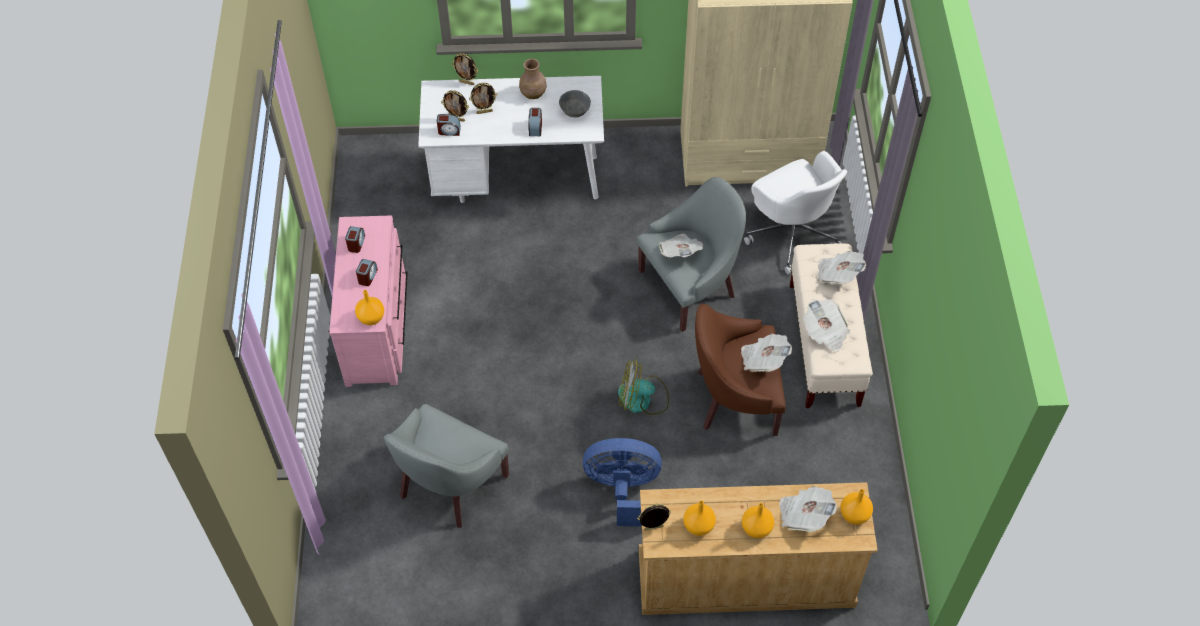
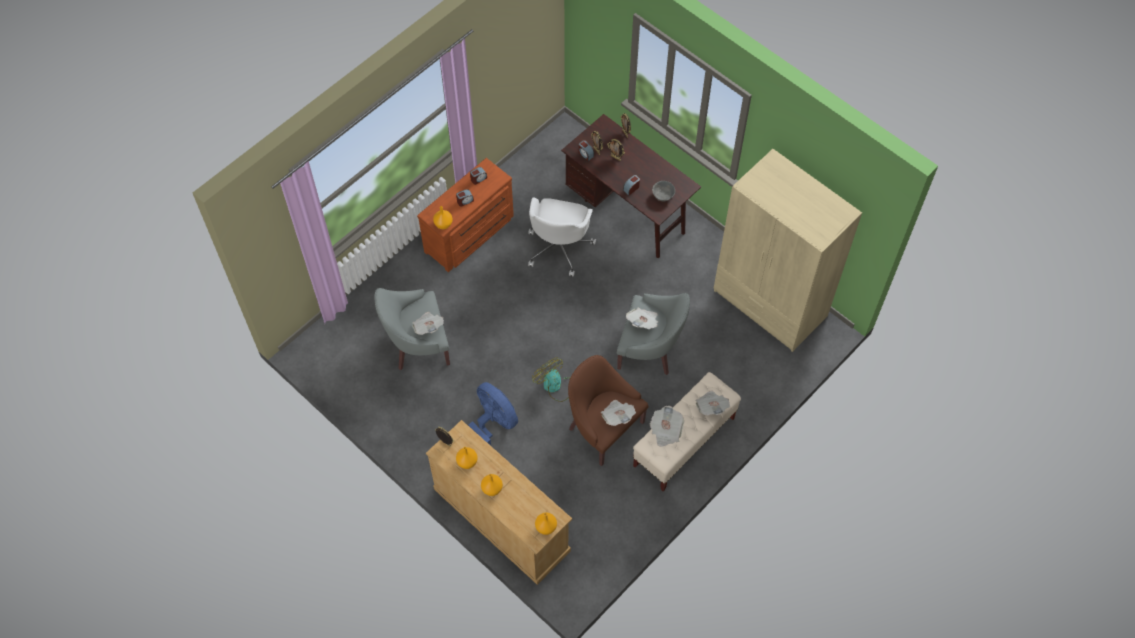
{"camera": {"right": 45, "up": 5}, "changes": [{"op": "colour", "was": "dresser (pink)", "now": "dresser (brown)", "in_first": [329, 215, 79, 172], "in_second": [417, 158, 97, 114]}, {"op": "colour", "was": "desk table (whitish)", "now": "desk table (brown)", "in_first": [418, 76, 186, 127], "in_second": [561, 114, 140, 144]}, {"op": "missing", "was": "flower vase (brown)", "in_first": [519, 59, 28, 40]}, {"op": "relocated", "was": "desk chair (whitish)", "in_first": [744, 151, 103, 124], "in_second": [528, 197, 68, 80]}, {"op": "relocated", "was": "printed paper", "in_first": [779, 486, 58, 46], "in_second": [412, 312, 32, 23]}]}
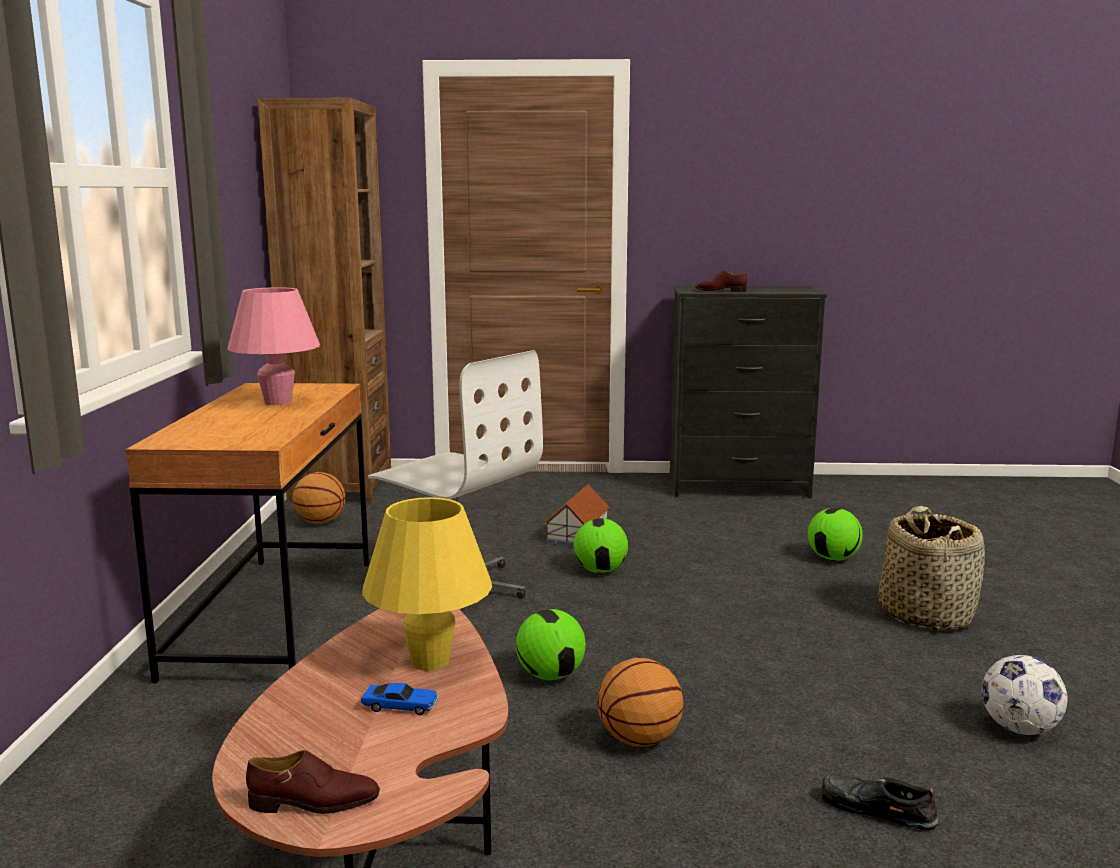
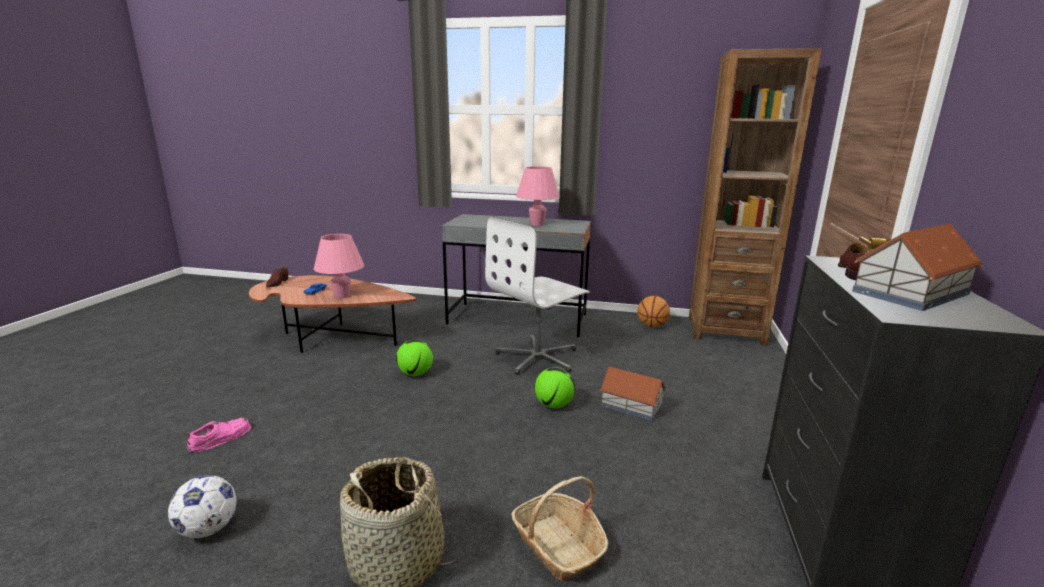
{"camera": {"right": 100, "up": 5}, "changes": [{"op": "colour", "was": "desk table (brown)", "now": "desk table (greyish)", "in_first": [125, 383, 244, 301], "in_second": [442, 214, 149, 123]}, {"op": "colour", "was": "table lamp (yellowish)", "now": "table lamp (pink)", "in_first": [362, 497, 130, 174], "in_second": [313, 234, 51, 64]}, {"op": "missing", "was": "ball for basketball", "in_first": [597, 658, 87, 89]}, {"op": "exchanged", "was": "football ball", "now": "household basket", "in_first": [808, 508, 55, 53], "in_second": [511, 476, 97, 105]}, {"op": "colour", "was": "low shoe (black-coloured)", "now": "low shoe (pink)", "in_first": [822, 775, 117, 55], "in_second": [186, 417, 66, 35]}, {"op": "appeared", "now": "miniature house", "in_second": [852, 223, 131, 88]}]}
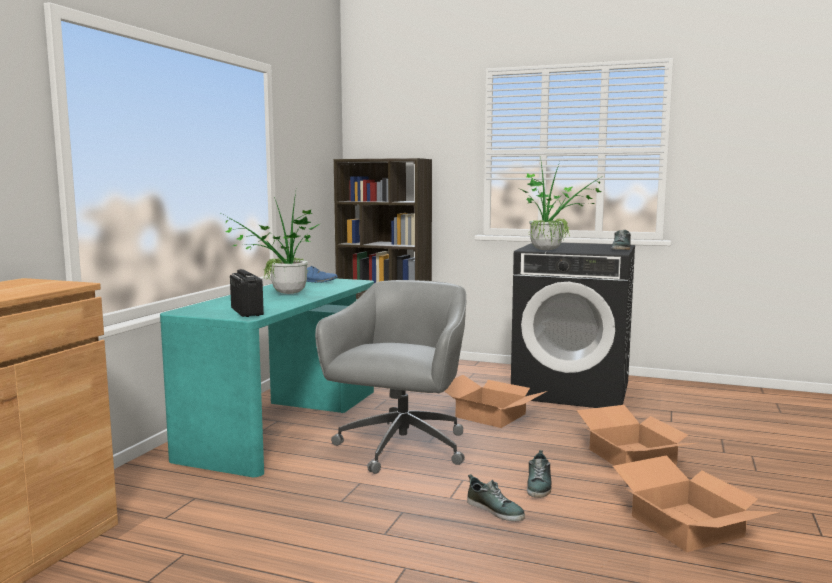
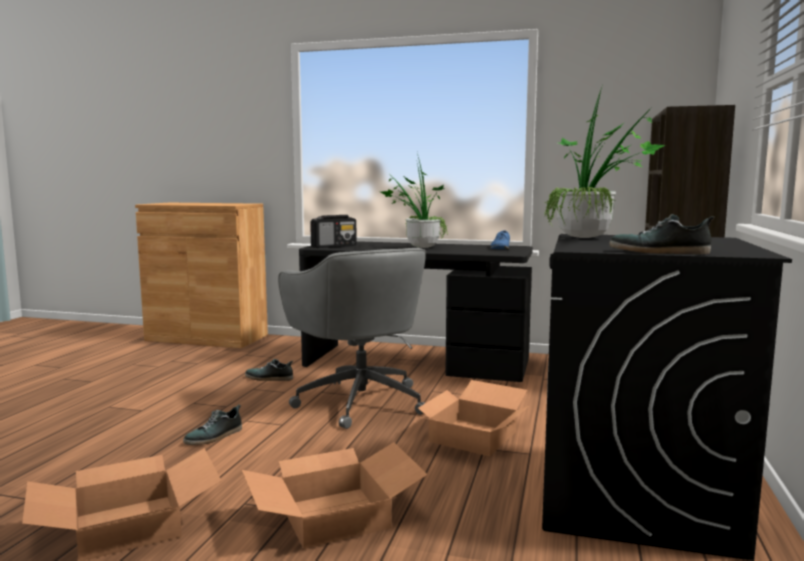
{"camera": {"right": 85, "up": 0}, "changes": [{"op": "colour", "was": "desk table (turquoise)", "now": "desk table (black-coloured)", "in_first": [160, 279, 214, 198], "in_second": [299, 241, 234, 141]}, {"op": "spun", "was": "desk chair (greyish)", "in_first": [315, 280, 151, 194], "in_second": [278, 248, 148, 181], "clockwise": 45}, {"op": "relocated", "was": "low shoe", "in_first": [527, 450, 25, 48], "in_second": [245, 359, 48, 22]}]}
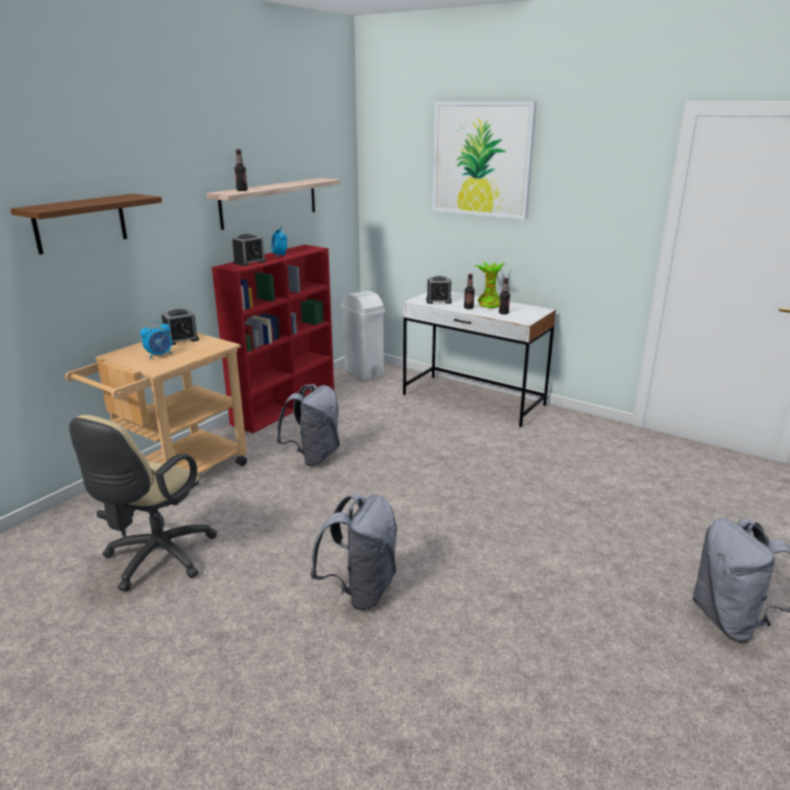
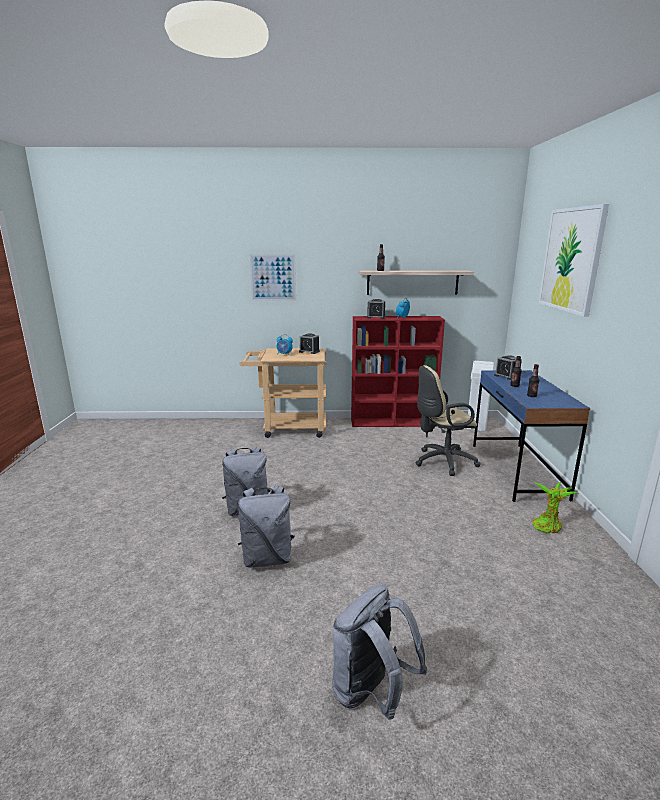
{"camera": {"right": 55, "up": -5}, "changes": [{"op": "exchanged", "was": "wall shelf (brown)", "now": "picture", "in_first": [11, 194, 151, 61], "in_second": [249, 254, 47, 47]}, {"op": "relocated", "was": "desk chair (sand-coloured)", "in_first": [69, 415, 148, 177], "in_second": [415, 365, 65, 111]}, {"op": "relocated", "was": "knapsack (greyish)", "in_first": [276, 384, 64, 82], "in_second": [238, 485, 57, 83]}, {"op": "colour", "was": "desk table (whitish)", "now": "desk table (blue-coloured)", "in_first": [403, 292, 153, 135], "in_second": [473, 370, 117, 132]}, {"op": "relocated", "was": "plant in a pot", "in_first": [475, 262, 30, 46], "in_second": [532, 482, 47, 51]}]}
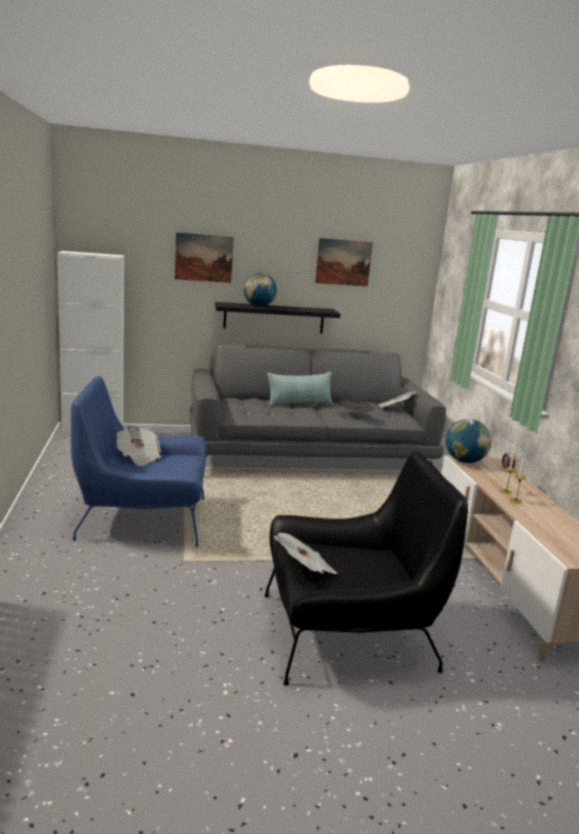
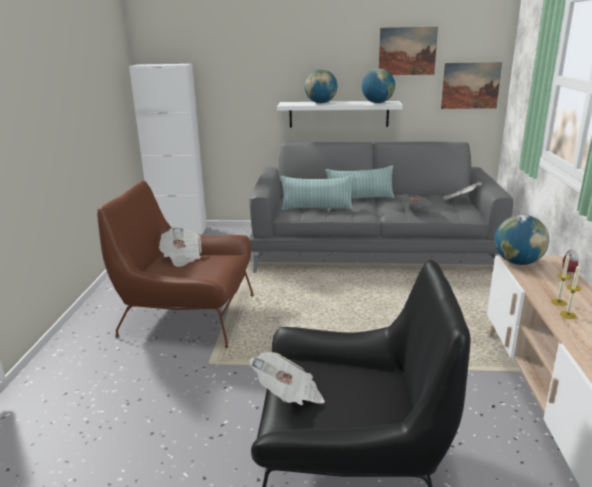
{"camera": {"right": 15, "up": 5}, "changes": [{"op": "colour", "was": "lounge chair (blue-coloured)", "now": "lounge chair (brown)", "in_first": [71, 376, 136, 171], "in_second": [97, 180, 157, 168]}, {"op": "relocated", "was": "picture", "in_first": [175, 232, 59, 51], "in_second": [441, 62, 61, 47]}, {"op": "colour", "was": "wall shelf (black-coloured)", "now": "wall shelf (whitish)", "in_first": [215, 302, 126, 32], "in_second": [277, 101, 126, 27]}, {"op": "appeared", "now": "cushion", "in_second": [281, 175, 73, 35]}, {"op": "appeared", "now": "world globe", "in_second": [362, 69, 33, 34]}]}
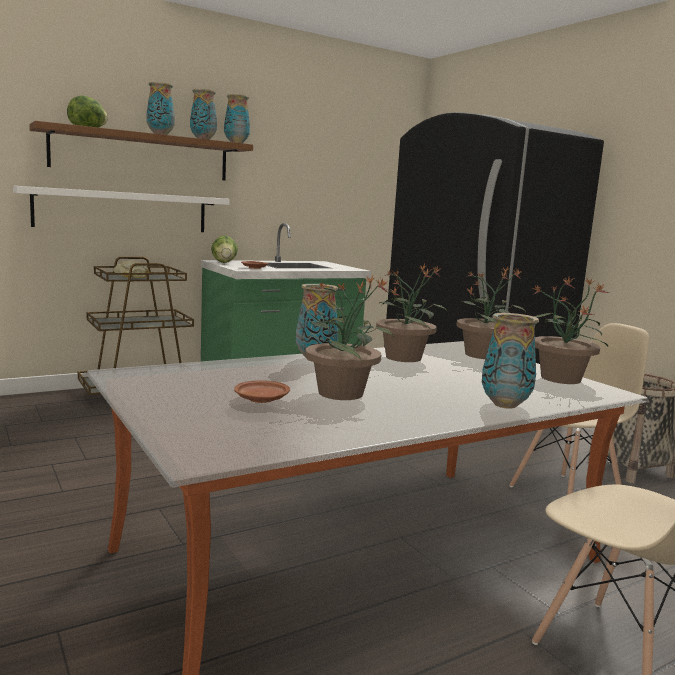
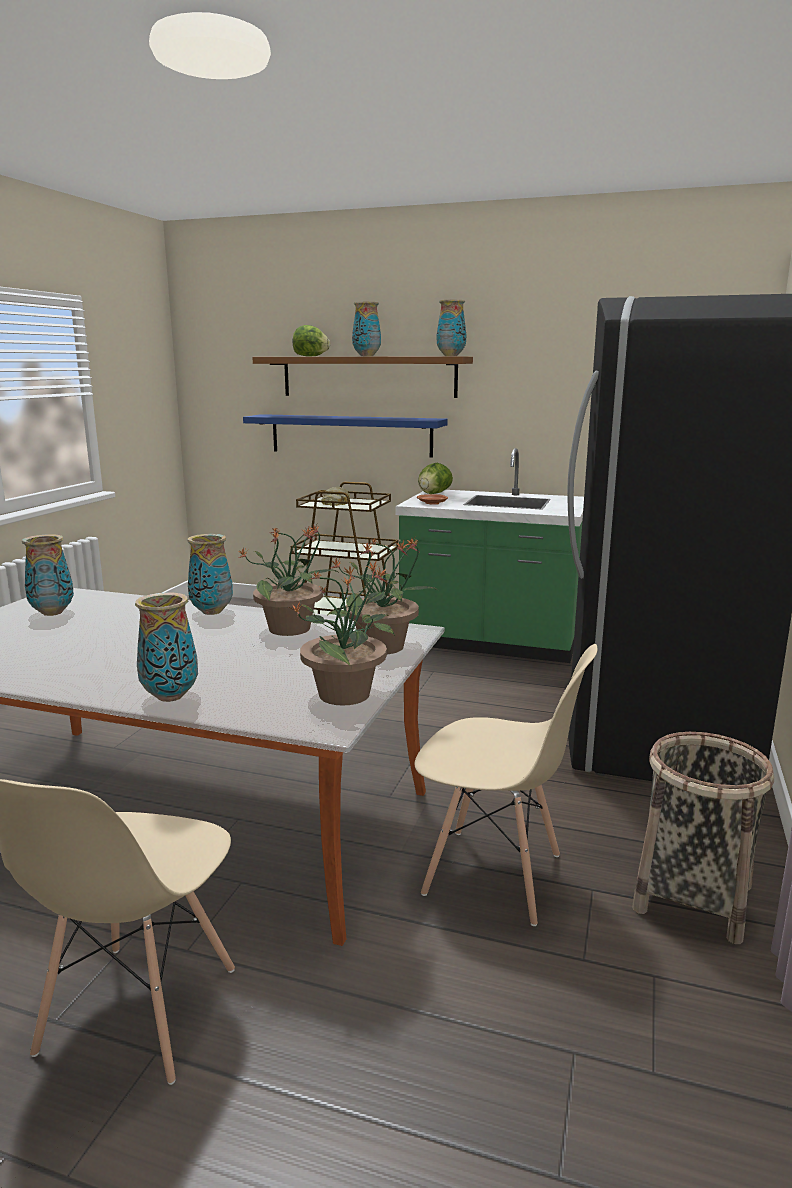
{"camera": {"right": 50, "up": 5}, "changes": [{"op": "colour", "was": "wall shelf (whitish)", "now": "wall shelf (blue-coloured)", "in_first": [13, 186, 217, 46], "in_second": [243, 414, 205, 44]}, {"op": "relocated", "was": "flower vase", "in_first": [190, 89, 27, 51], "in_second": [22, 534, 52, 82]}, {"op": "missing", "was": "plate (brown)", "in_first": [234, 380, 56, 23]}, {"op": "missing", "was": "plant in a pot", "in_first": [305, 276, 89, 124]}]}
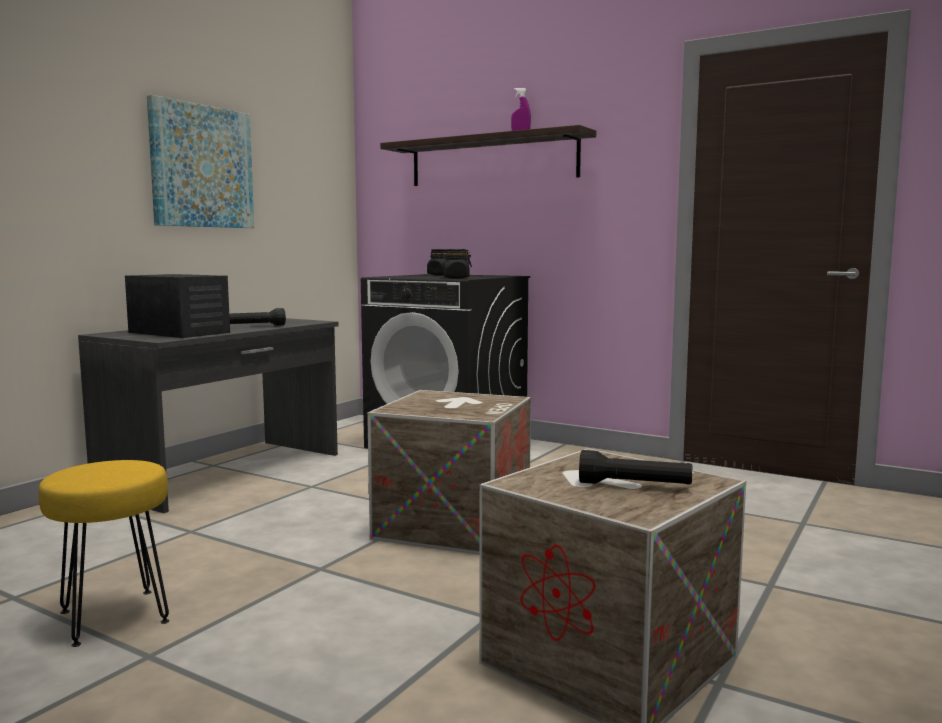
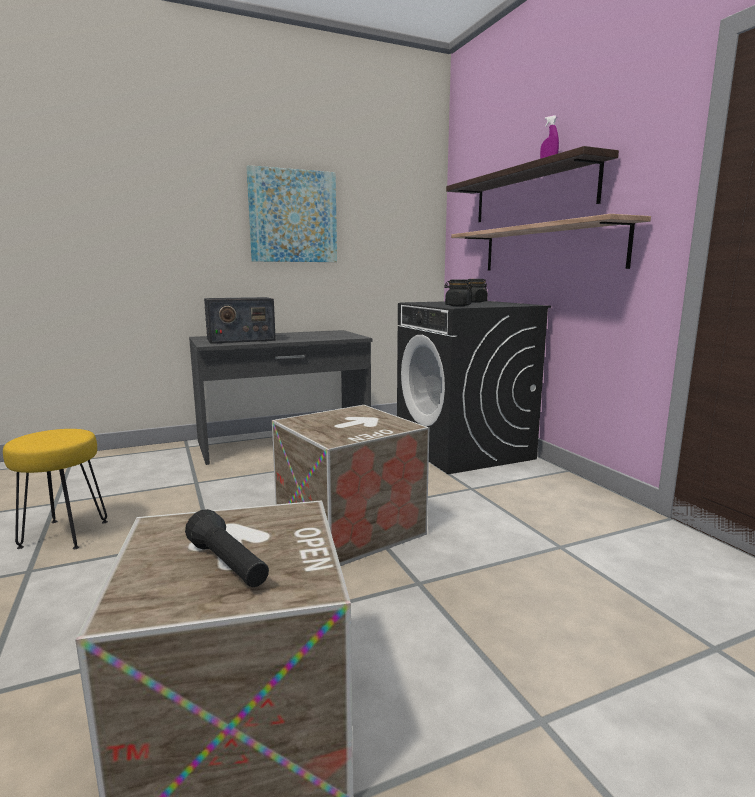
{"camera": {"right": 35, "up": 5}, "changes": [{"op": "spun", "was": "radio set", "in_first": [125, 274, 105, 64], "in_second": [204, 297, 72, 47], "clockwise": 90}, {"op": "missing", "was": "torch (black-coloured)", "in_first": [229, 308, 57, 18]}, {"op": "appeared", "now": "wall shelf", "in_second": [451, 214, 200, 56]}]}
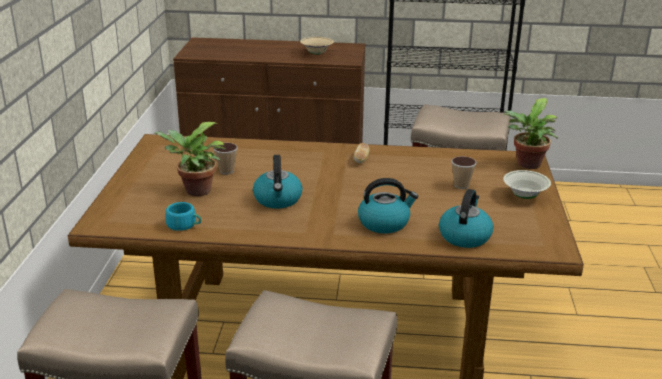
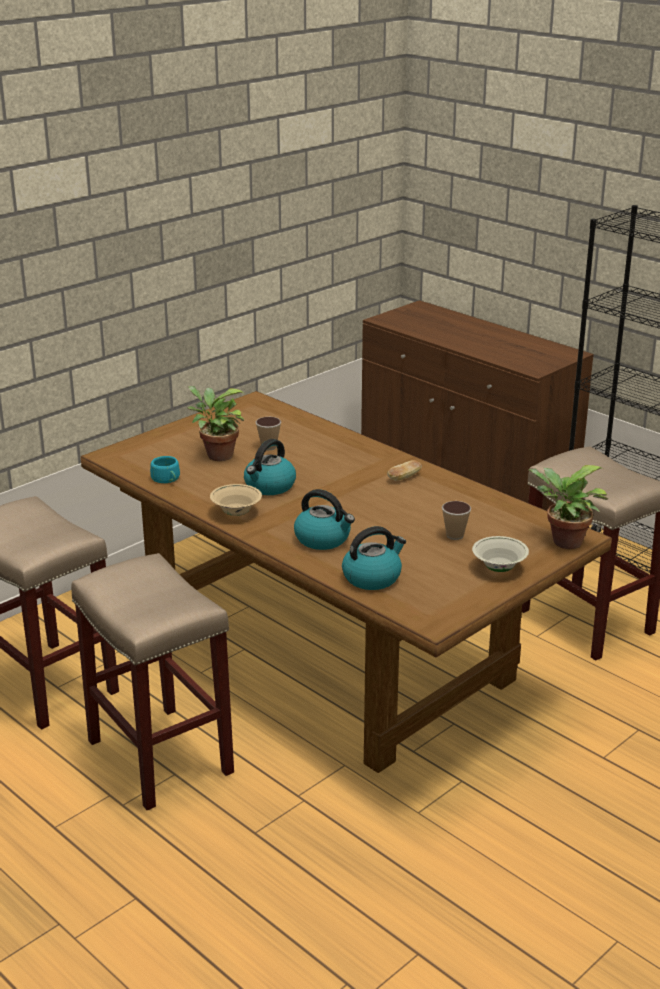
{"camera": {"right": 40, "up": 0}, "changes": [{"op": "relocated", "was": "bowl (sand-coloured)", "in_first": [300, 37, 34, 18], "in_second": [210, 484, 52, 32]}]}
